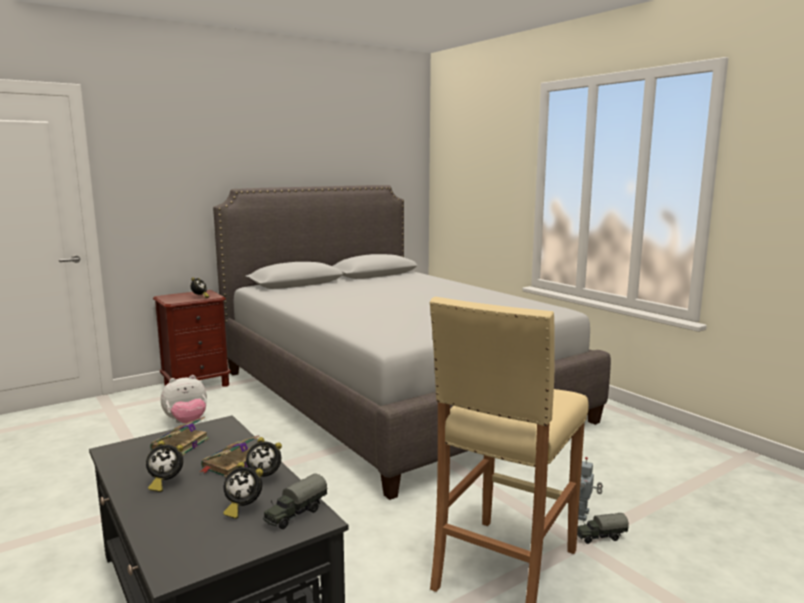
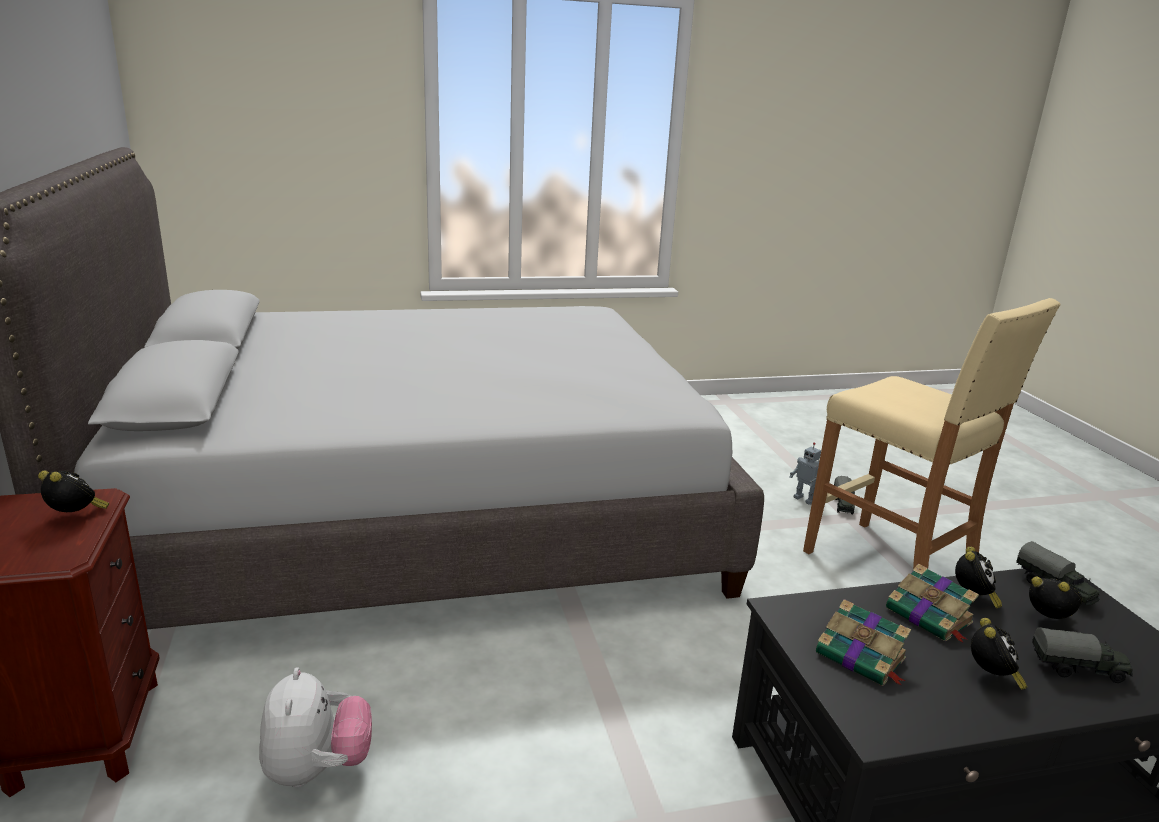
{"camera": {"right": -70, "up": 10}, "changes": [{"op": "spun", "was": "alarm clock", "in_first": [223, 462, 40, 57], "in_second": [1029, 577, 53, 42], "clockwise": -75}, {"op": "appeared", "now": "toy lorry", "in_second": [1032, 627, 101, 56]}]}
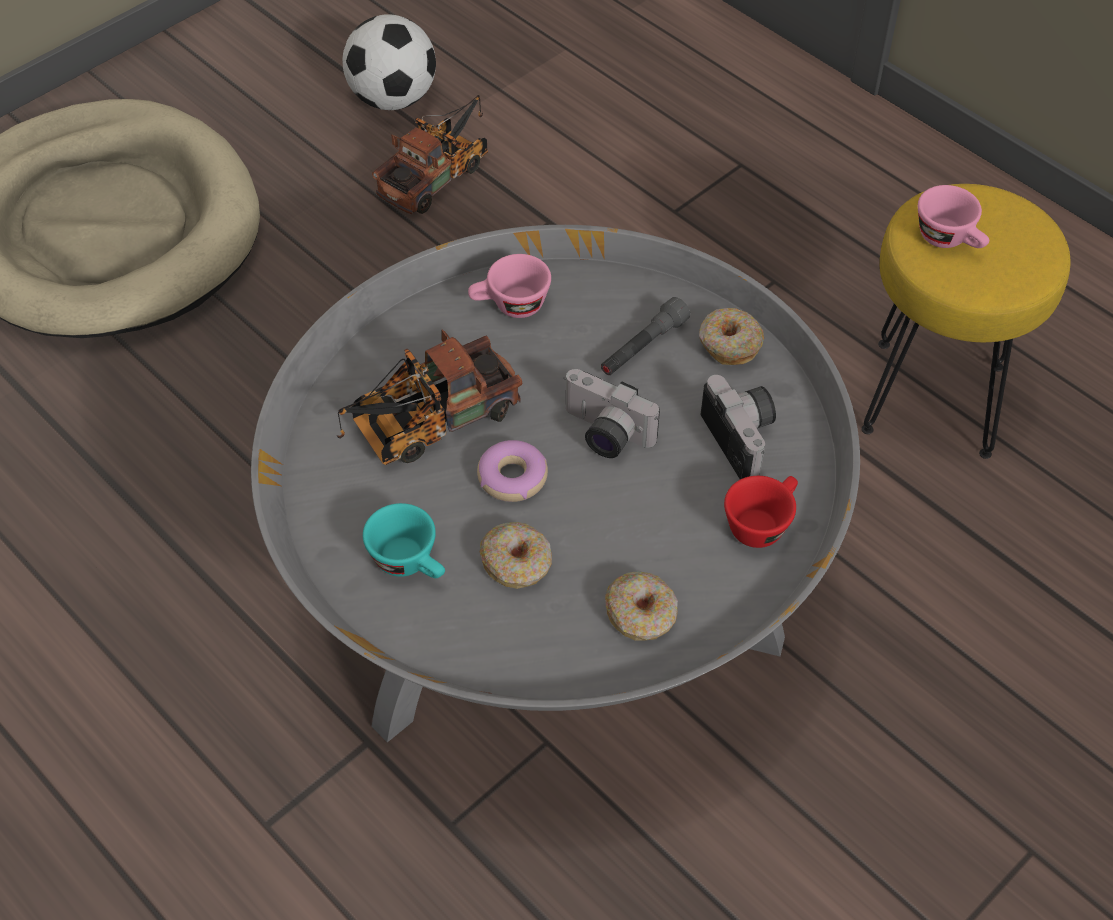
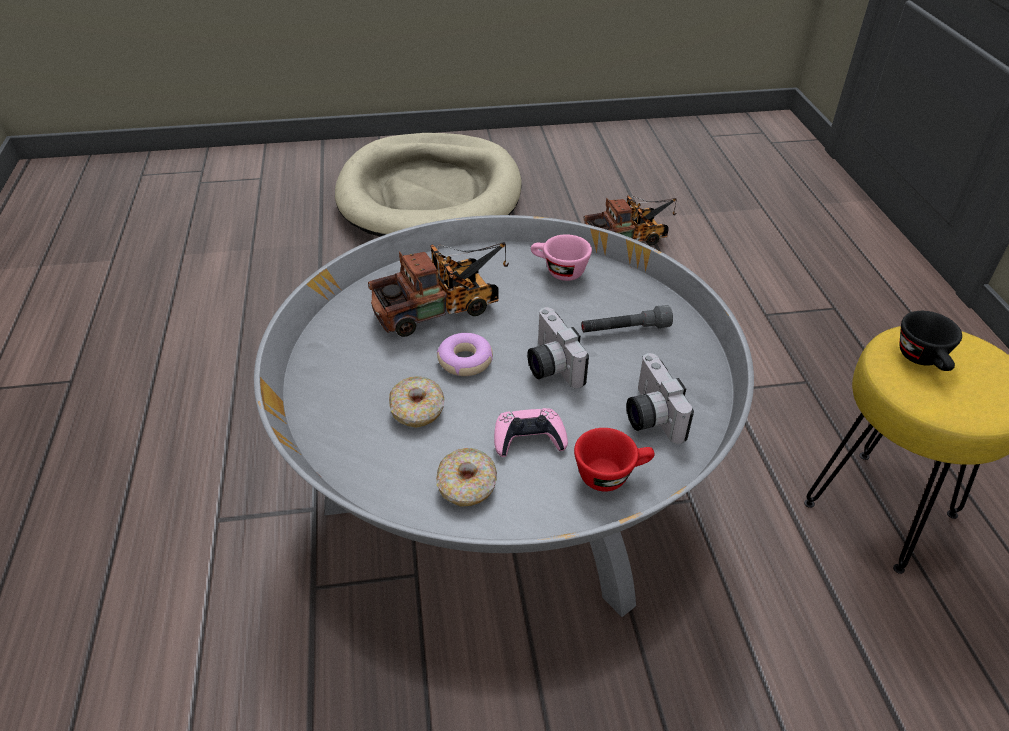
{"camera": {"right": 35, "up": -10}, "changes": [{"op": "spun", "was": "toy lorry", "in_first": [337, 329, 185, 136], "in_second": [368, 242, 141, 95], "clockwise": 150}, {"op": "missing", "was": "football ball", "in_first": [342, 14, 94, 96]}, {"op": "missing", "was": "cup (turquoise)", "in_first": [363, 503, 82, 75]}, {"op": "missing", "was": "doughnut", "in_first": [699, 308, 65, 57]}, {"op": "spun", "was": "photo camera", "in_first": [701, 375, 75, 104], "in_second": [627, 353, 67, 91], "clockwise": 150}, {"op": "colour", "was": "cup (pink)", "now": "cup (black-coloured)", "in_first": [918, 185, 71, 63], "in_second": [900, 311, 62, 60]}, {"op": "appeared", "now": "gamepad (pink)", "in_second": [494, 408, 74, 49]}]}
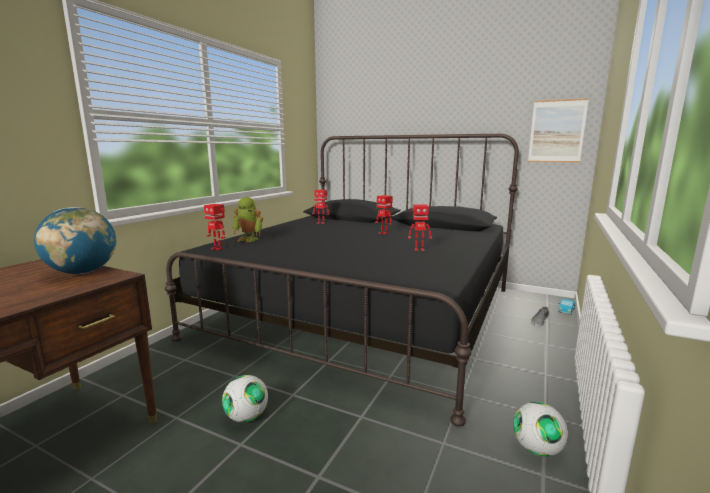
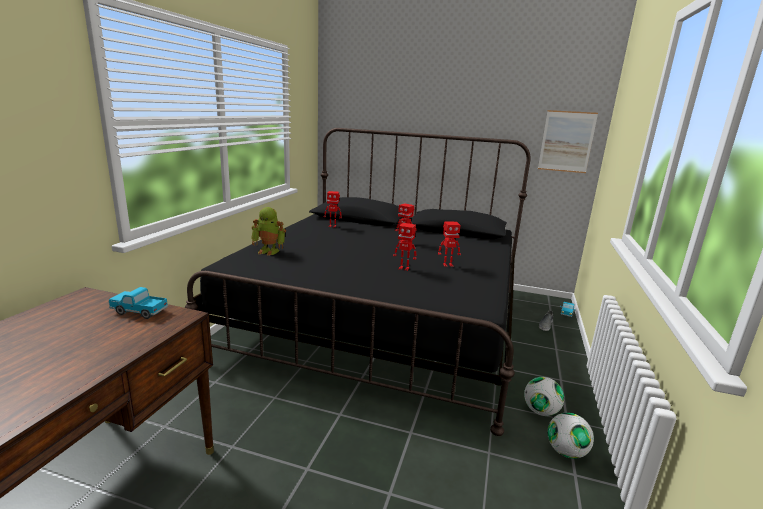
{"camera": {"right": -10, "up": 5}, "changes": [{"op": "exchanged", "was": "world globe", "now": "toy lorry", "in_first": [34, 207, 82, 67], "in_second": [108, 287, 60, 32]}, {"op": "relocated", "was": "model robot", "in_first": [204, 204, 22, 46], "in_second": [393, 223, 24, 48]}, {"op": "relocated", "was": "football ball", "in_first": [222, 375, 46, 47], "in_second": [524, 377, 40, 39]}]}
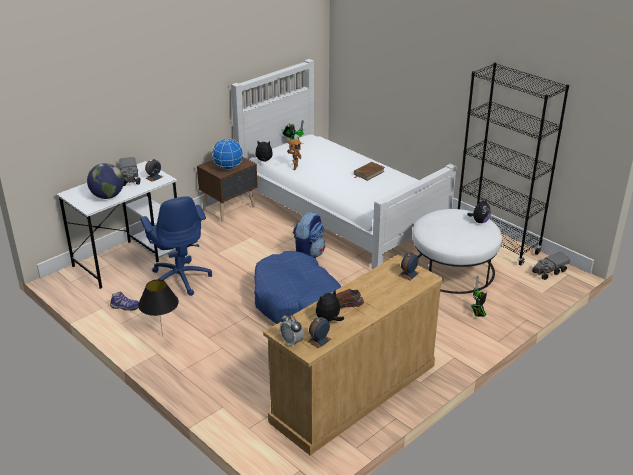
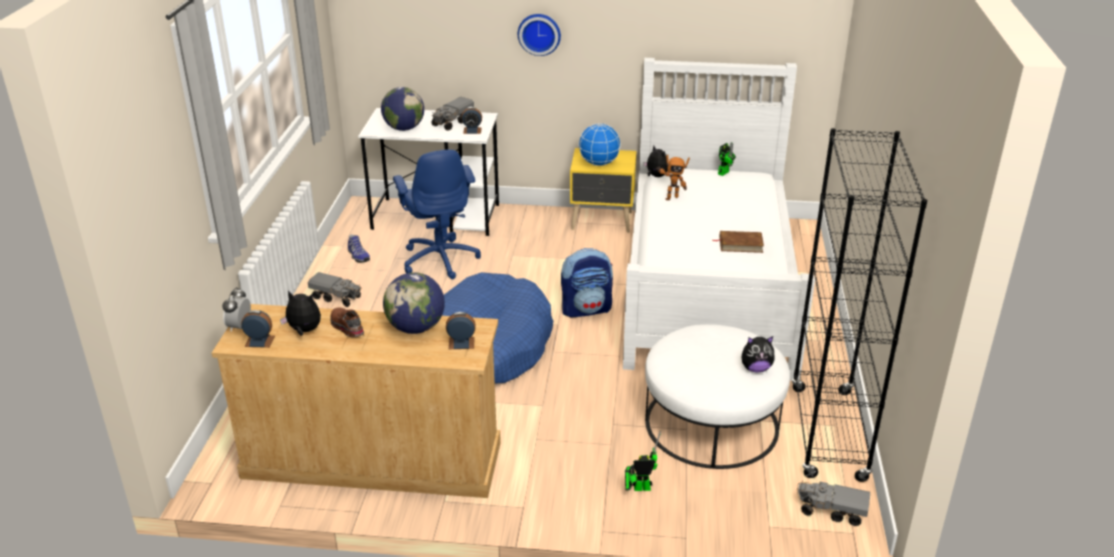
{"camera": {"right": 50, "up": 0}, "changes": [{"op": "exchanged", "was": "table lamp (black-coloured)", "now": "toy lorry", "in_first": [138, 279, 41, 57], "in_second": [308, 272, 54, 35]}, {"op": "spun", "was": "desk chair (blue-coloured)", "in_first": [140, 196, 72, 100], "in_second": [393, 150, 88, 129], "clockwise": -45}, {"op": "colour", "was": "night table (brown)", "now": "night table (yellowish)", "in_first": [197, 157, 61, 65], "in_second": [570, 148, 67, 85]}, {"op": "appeared", "now": "world globe", "in_second": [383, 272, 62, 62]}, {"op": "appeared", "now": "clock on the wall", "in_second": [518, 14, 43, 42]}]}
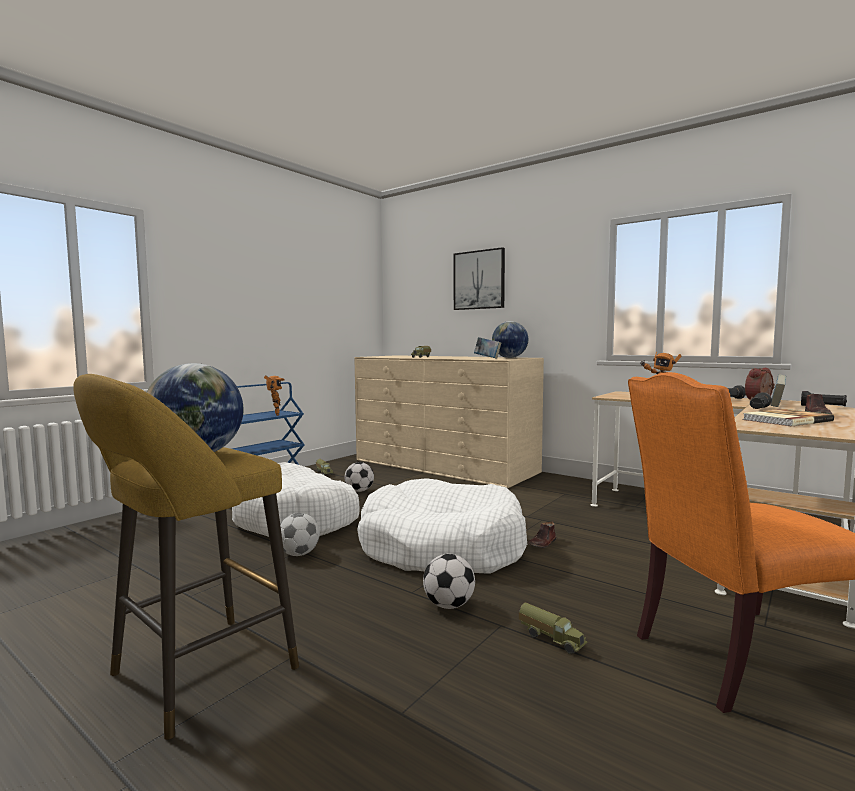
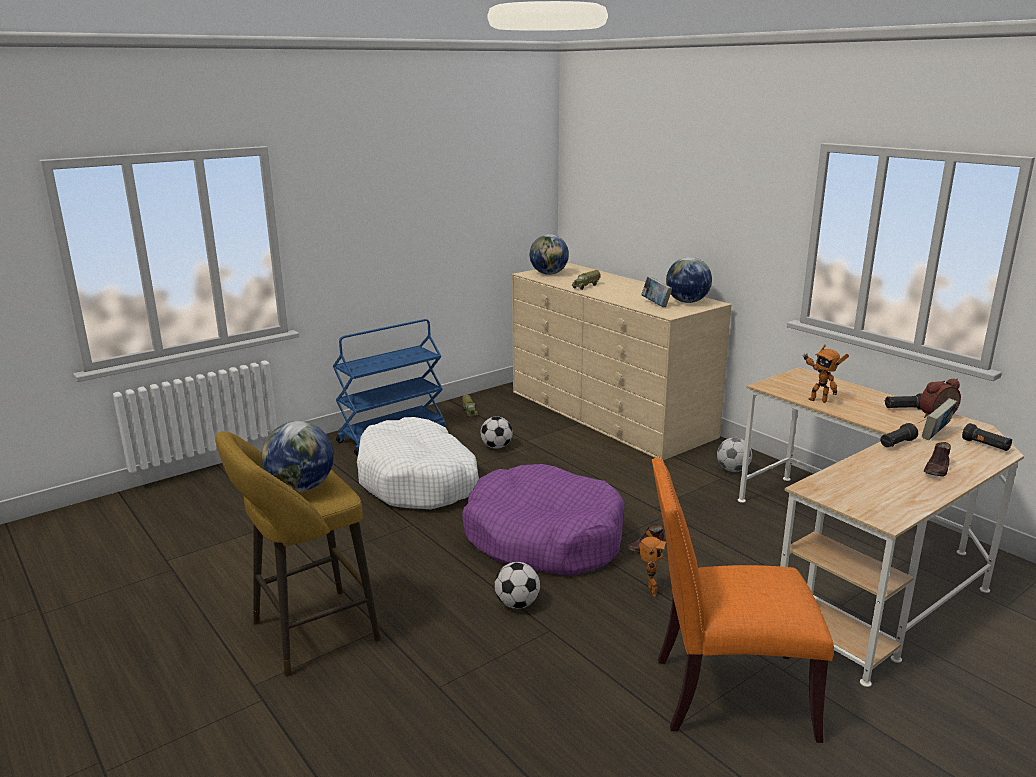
{"camera": {"right": 15, "up": 15}, "changes": [{"op": "relocated", "was": "model robot", "in_first": [264, 375, 21, 41], "in_second": [639, 530, 28, 68]}, {"op": "relocated", "was": "football ball", "in_first": [280, 513, 40, 43], "in_second": [717, 438, 35, 34]}, {"op": "colour", "was": "dog bed (whitish)", "now": "dog bed (purplish)", "in_first": [357, 478, 170, 96], "in_second": [462, 464, 163, 112]}, {"op": "missing", "was": "picture", "in_first": [454, 247, 51, 63]}, {"op": "missing", "was": "toy lorry", "in_first": [519, 603, 68, 51]}, {"op": "missing", "was": "volume", "in_first": [743, 409, 91, 18]}, {"op": "appeared", "now": "world globe", "in_second": [530, 234, 39, 41]}]}
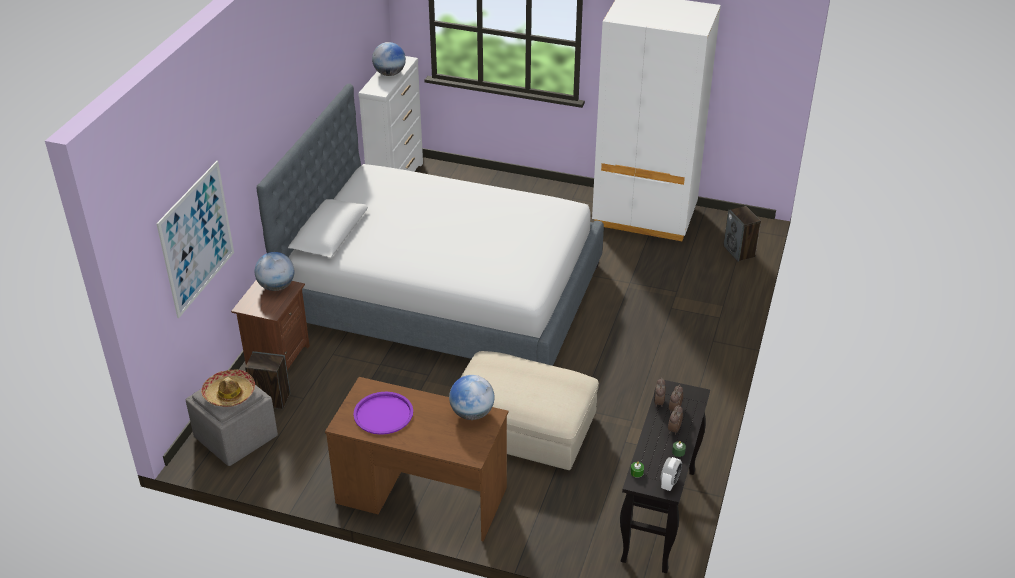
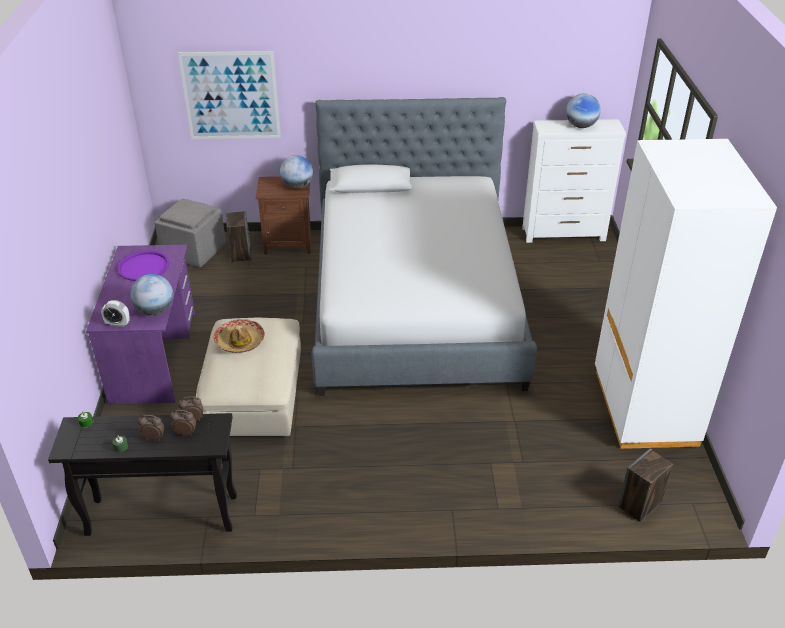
{"camera": {"right": 70, "up": 0}, "changes": [{"op": "relocated", "was": "hat", "in_first": [201, 369, 54, 38], "in_second": [214, 319, 51, 34]}, {"op": "colour", "was": "desk table (brown)", "now": "desk table (purplish)", "in_first": [325, 377, 183, 165], "in_second": [86, 245, 109, 160]}, {"op": "relocated", "was": "alarm clock", "in_first": [661, 457, 21, 34], "in_second": [101, 300, 29, 27]}]}
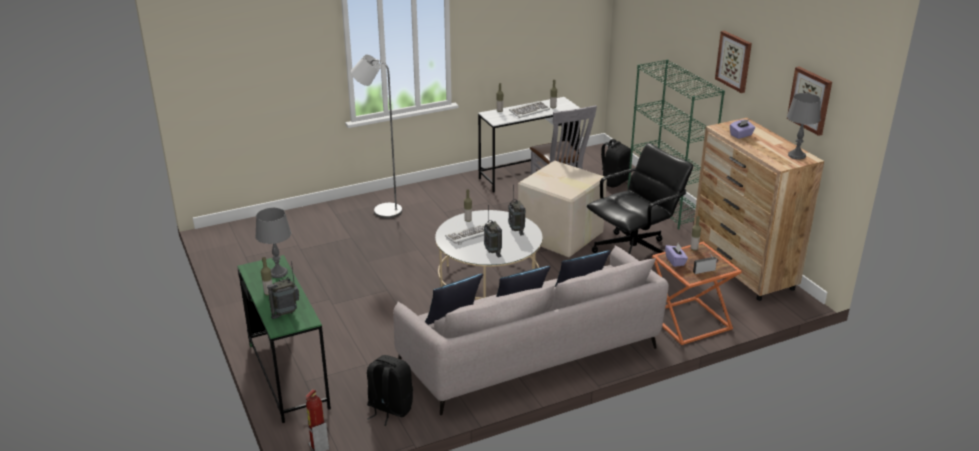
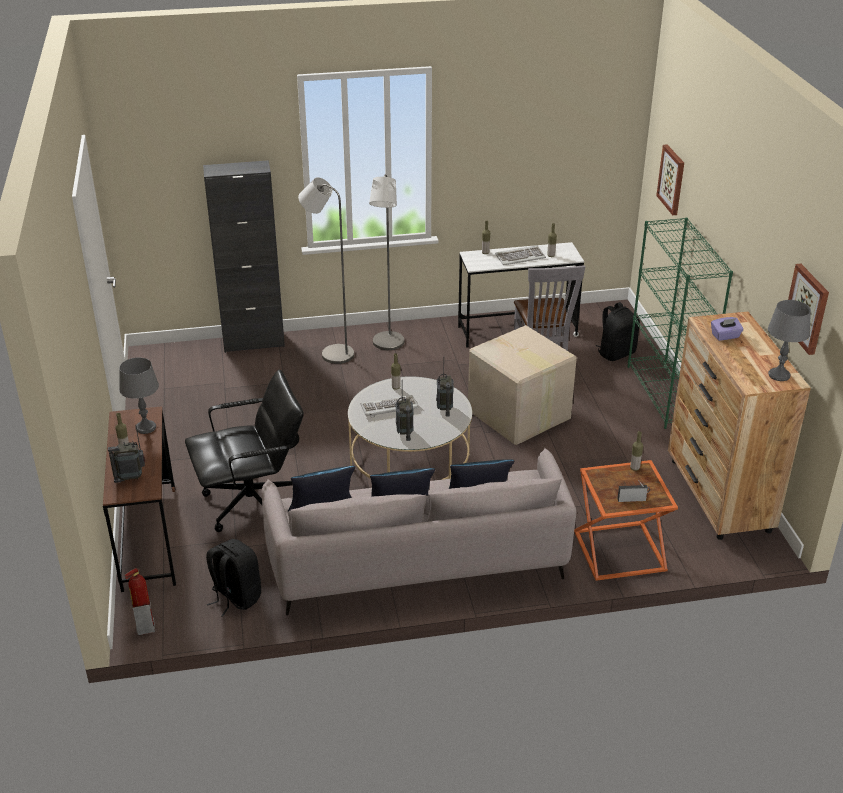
{"camera": {"right": 15, "up": 5}, "changes": [{"op": "colour", "was": "desk table (greenish)", "now": "desk table (brown)", "in_first": [237, 255, 94, 168], "in_second": [103, 406, 73, 186]}, {"op": "relocated", "was": "desk chair (black-coloured)", "in_first": [587, 143, 106, 111], "in_second": [185, 370, 119, 162]}, {"op": "missing", "was": "box of tissues (purplish)", "in_first": [665, 244, 23, 23]}, {"op": "relocated", "was": "picture", "in_first": [715, 31, 37, 62], "in_second": [656, 144, 28, 71]}, {"op": "appeared", "now": "storage cabinet (black-coloured)", "in_second": [203, 160, 82, 193]}, {"op": "appeared", "now": "standing lamp (greyish)", "in_second": [369, 175, 35, 175]}]}
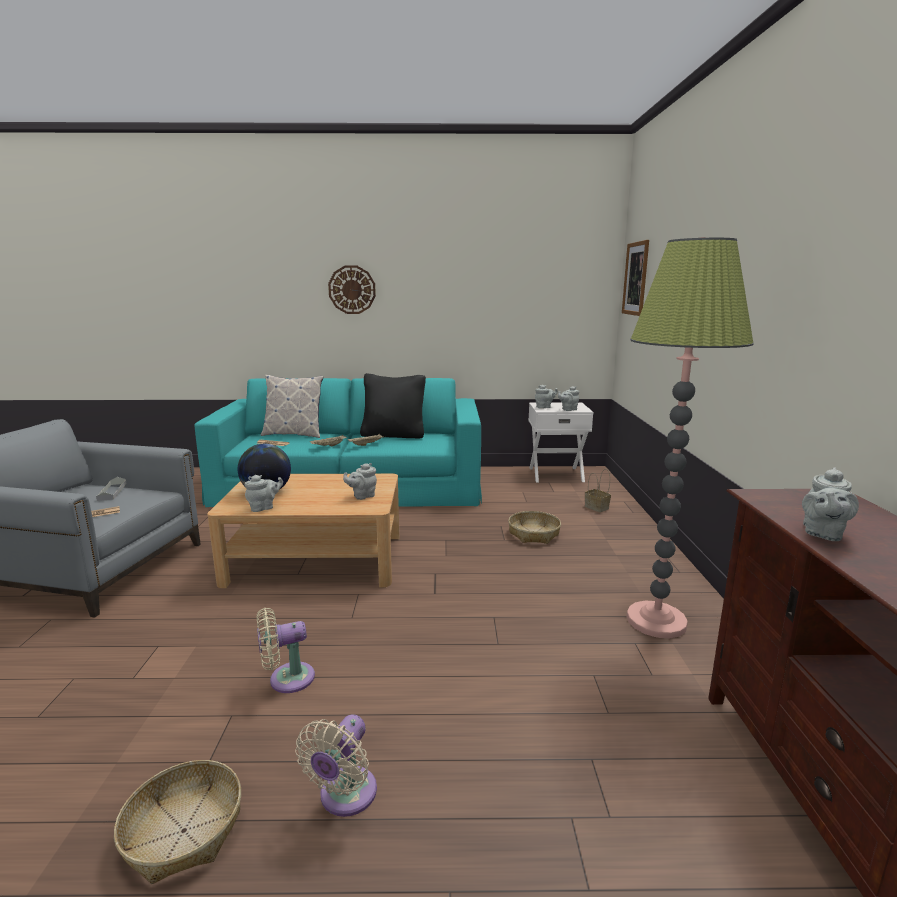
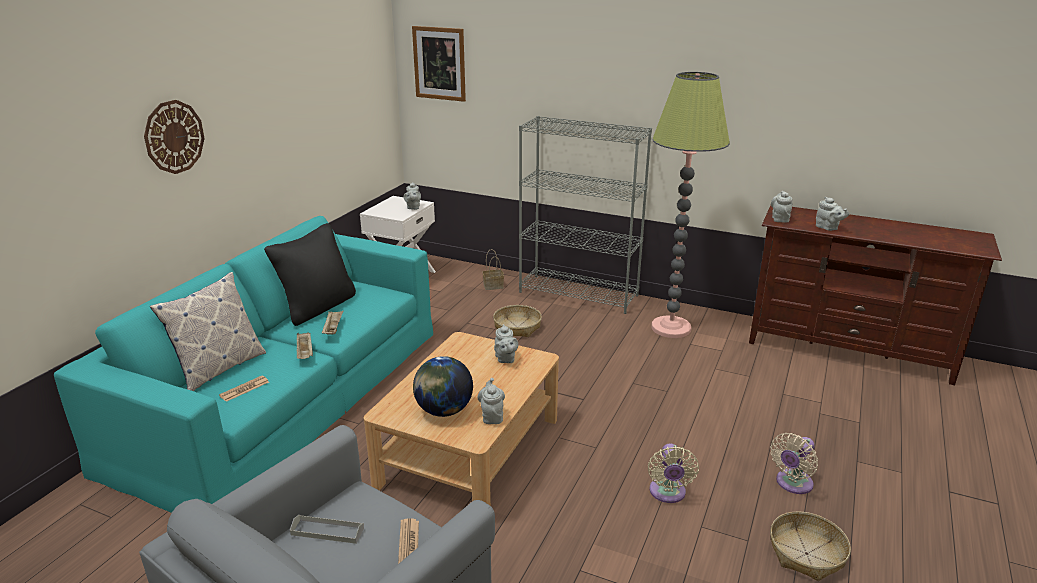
{"camera": {"right": -65, "up": 10}, "changes": [{"op": "spun", "was": "electric fan (sand-coloured)", "in_first": [295, 714, 82, 103], "in_second": [770, 433, 48, 61], "clockwise": 90}, {"op": "relocated", "was": "pot for tea (greyish)", "in_first": [535, 385, 23, 24], "in_second": [771, 191, 22, 32]}, {"op": "appeared", "now": "shelving unit (greyish)", "in_second": [519, 116, 133, 198]}]}
